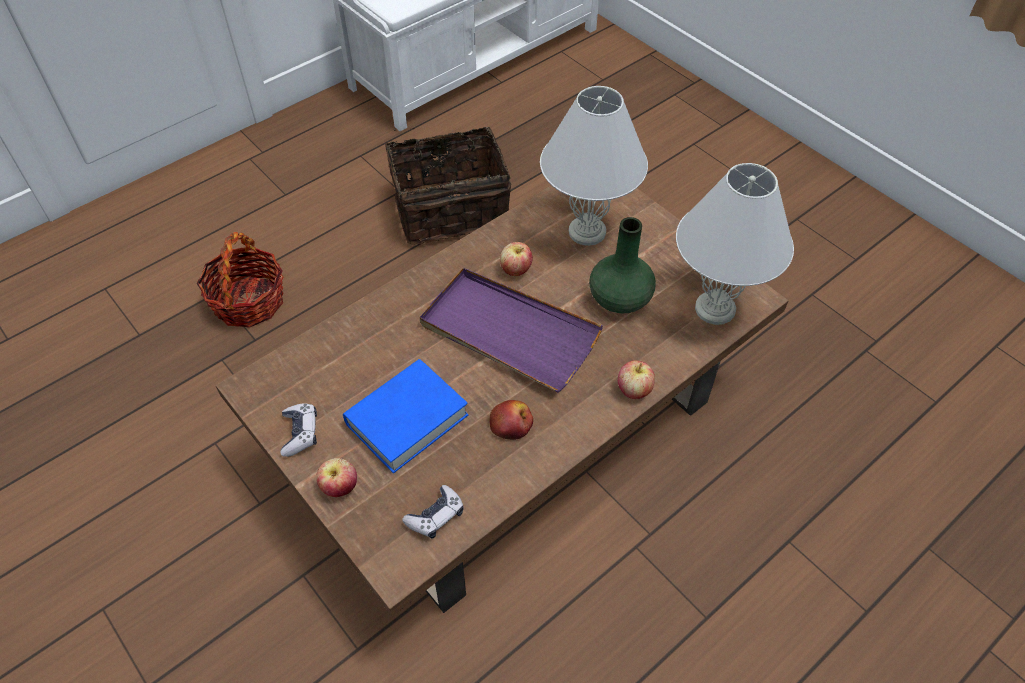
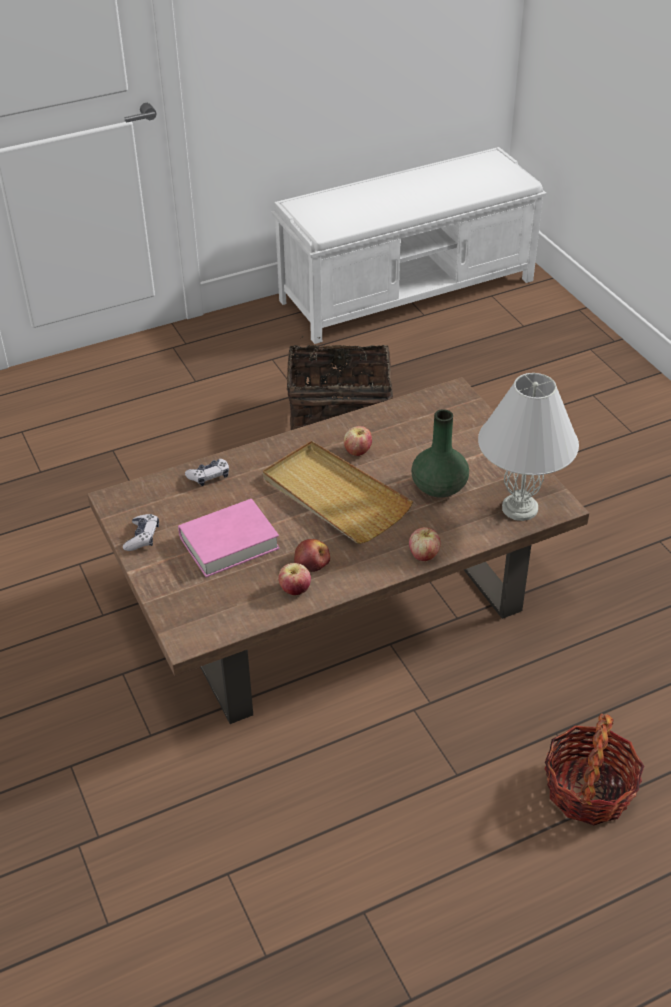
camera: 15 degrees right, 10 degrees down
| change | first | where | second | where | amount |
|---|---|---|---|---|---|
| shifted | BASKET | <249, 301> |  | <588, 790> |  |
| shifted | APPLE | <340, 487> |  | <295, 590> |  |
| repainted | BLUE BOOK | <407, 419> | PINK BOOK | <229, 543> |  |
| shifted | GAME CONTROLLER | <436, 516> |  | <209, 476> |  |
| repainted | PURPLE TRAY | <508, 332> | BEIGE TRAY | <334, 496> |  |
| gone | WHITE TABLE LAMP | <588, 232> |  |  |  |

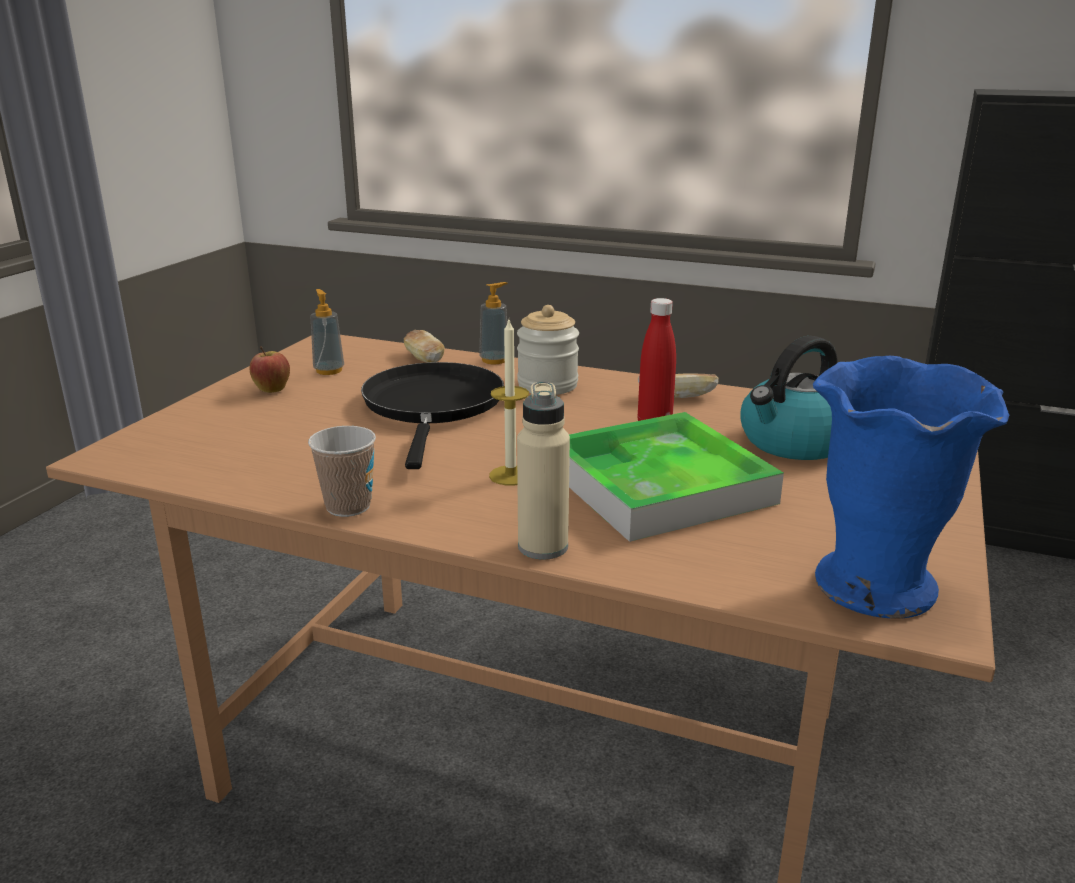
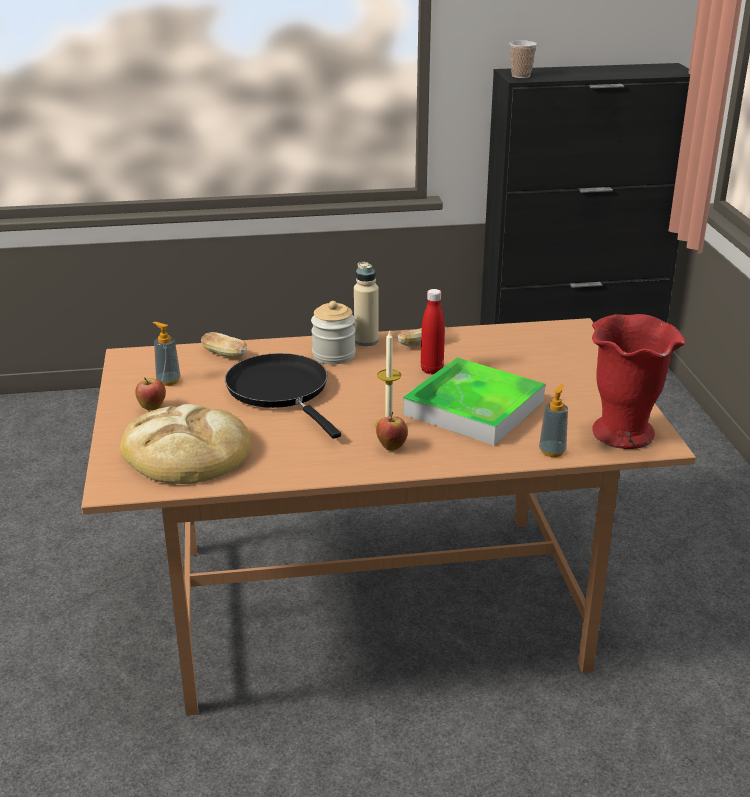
camera: 30 degrees left, 5 degrees up
| change | first | where | second | where | amount |
|---|---|---|---|---|---|
| shifted | CUP | <348, 506> |  | <521, 76> |  |
| shifted | SOAP DISPENSER | <494, 360> |  | <552, 451> |  |
| shifted | BEIGE BOTTLE | <543, 547> |  | <366, 341> |  |
| gone | KETTLE | <794, 442> |  |  |  |
| repainted | BLUE VASE | <876, 586> | RED VASE | <623, 434> |  |
| new |  |  | BREAD | <186, 452> |  |
| new |  |  | APPLE | <391, 447> |  |

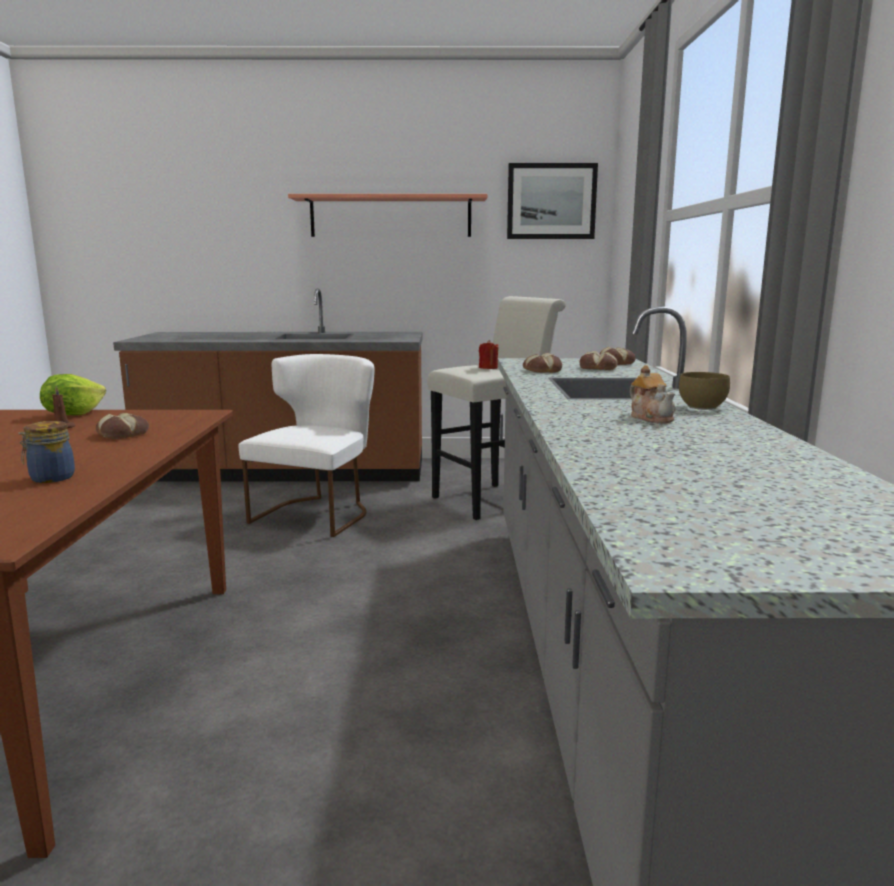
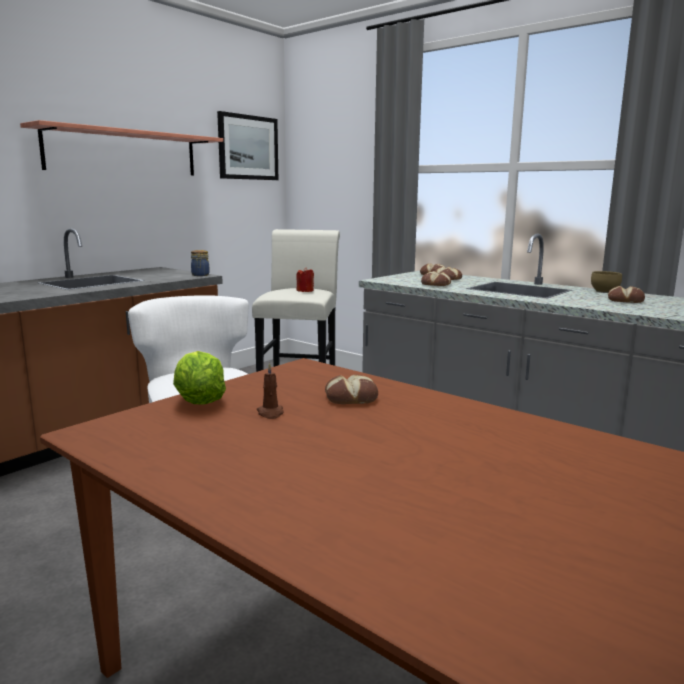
camera: 50 degrees left, 0 degrees up
| change | first | where | second | where | amount |
|---|---|---|---|---|---|
| shifted | JAR | <50, 478> |  | <200, 275> |  |
| swapped | TEAPOT | <651, 418> | BREAD | <625, 300> |  |

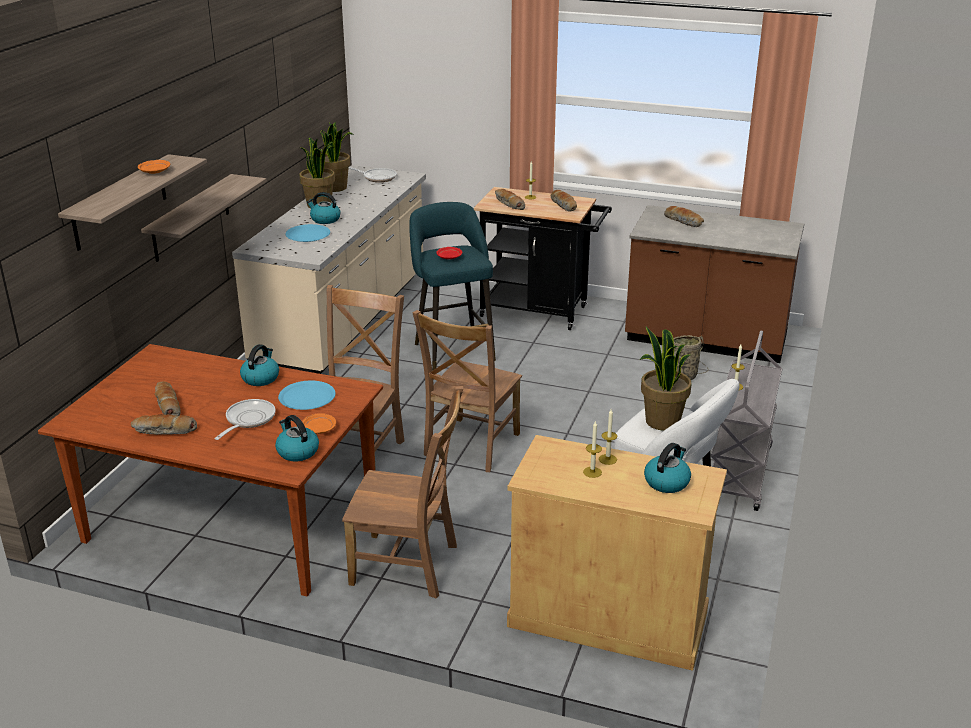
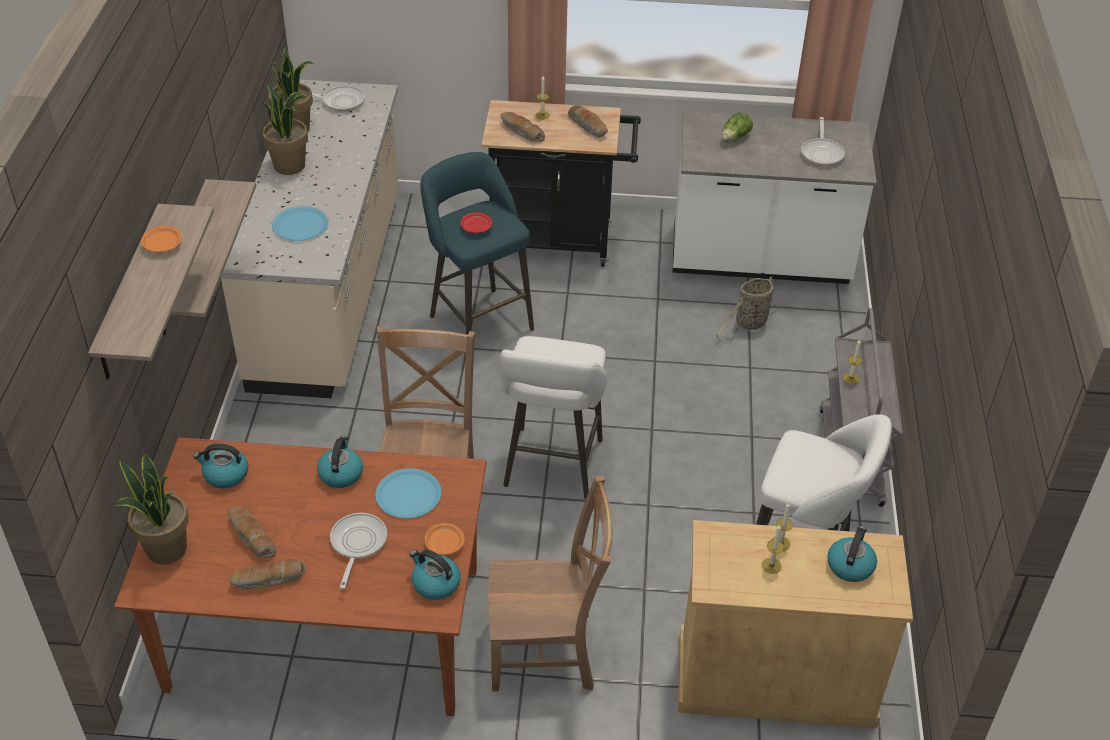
camera: 15 degrees left, 15 degrees up
| change | first | where | second | where | amount |
|---|---|---|---|---|---|
| shifted | KETTLE | <325, 219> |  | <225, 475> |  |
| swapped | BROWN CHAIR | <470, 446> | WHITE STOOL | <552, 467> |  |
| repainted | BROWN COUNTER | <705, 340> | WHITE COUNTER | <759, 260> |  |
| shifted | POTTED PLANT | <661, 421> |  | <165, 549> |  |
| swapped | BREAD | <684, 221> | LETTUCE | <735, 137> |  |
| new |  |  | FRYING PAN | <822, 153> |  |

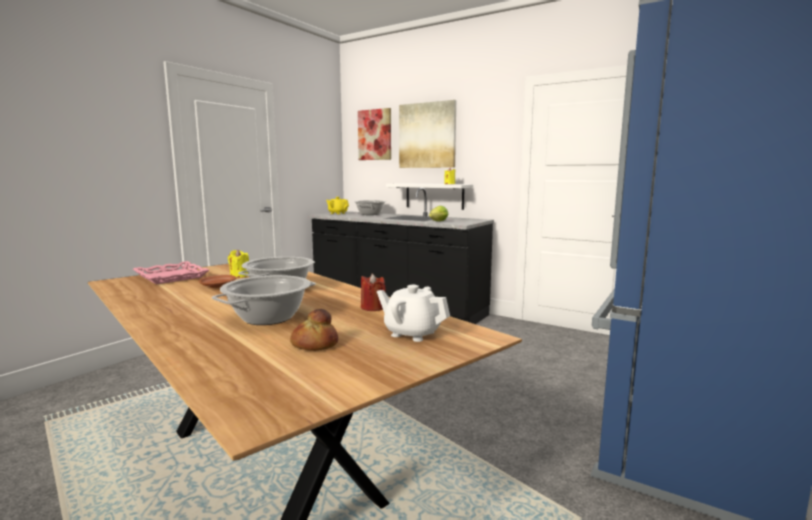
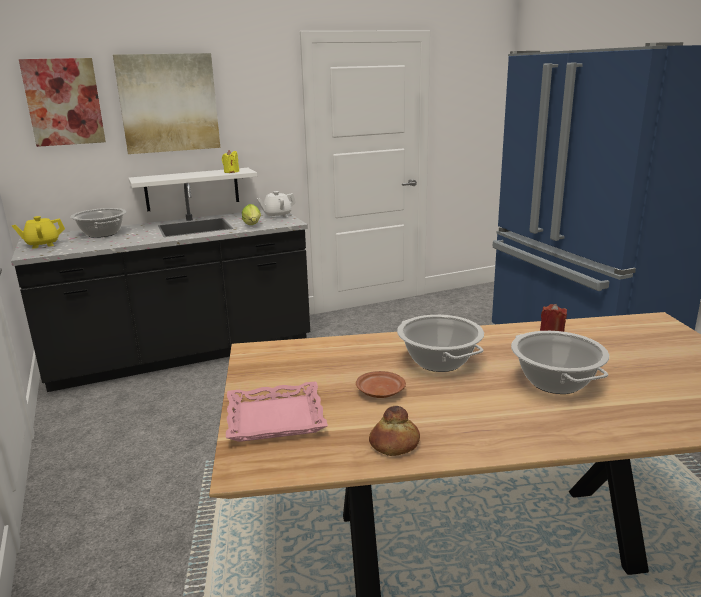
camera: 55 degrees left, 10 degrees up
| change | first | where | second | where | amount |
|---|---|---|---|---|---|
| gone | YELLOW CANDLE | <240, 275> |  |  |  |
| shifted | BREAD | <314, 344> |  | <394, 444> |  |
| shifted | WHITE TEAPOT | <412, 333> |  | <277, 216> |  |

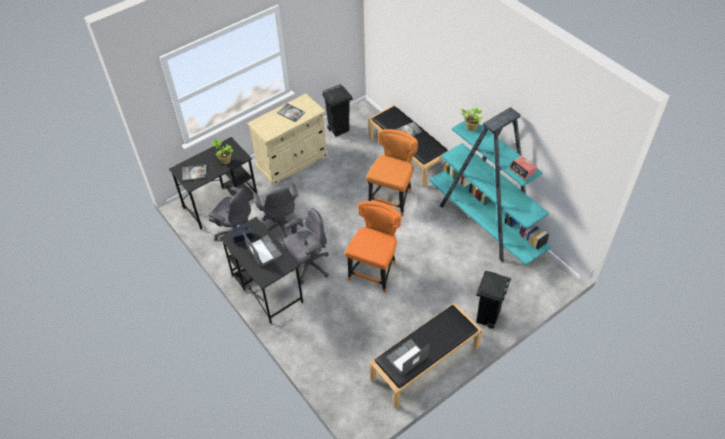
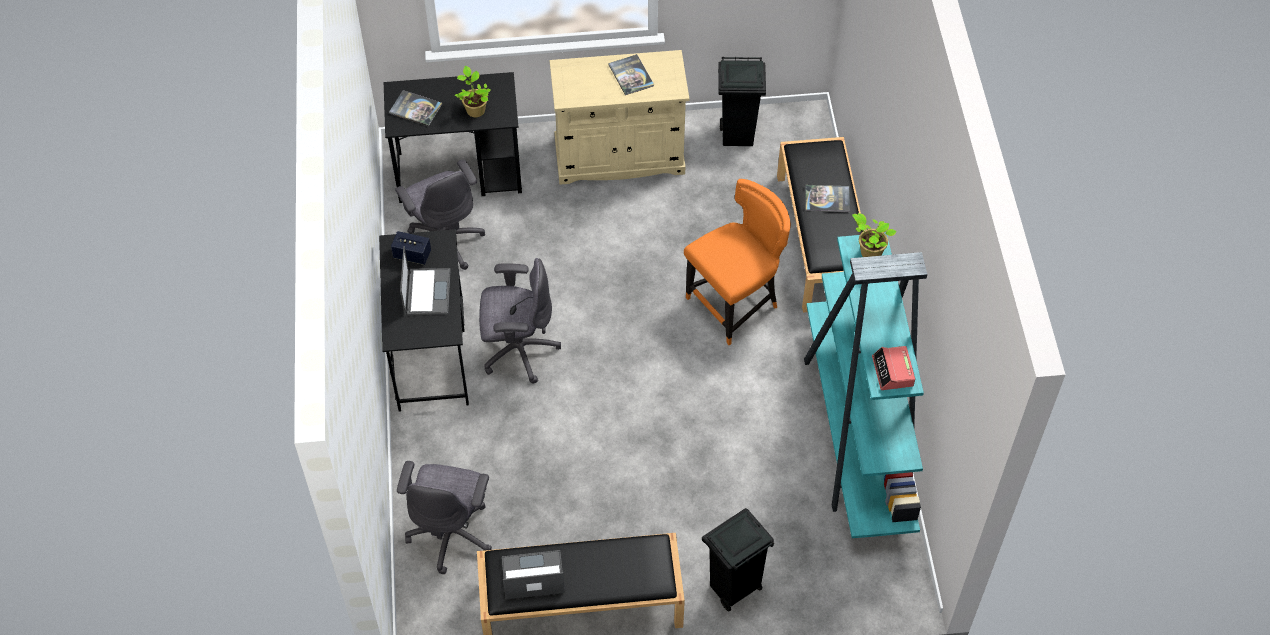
camera: 30 degrees right, 5 degrees up
| change | first | where | second | where | amount |
|---|---|---|---|---|---|
| shifted | GREY OFFICE CHAIR | <281, 227> |  | <451, 533> |  |
| gone | ORANGE CHAIR | <374, 271> |  |  |  |

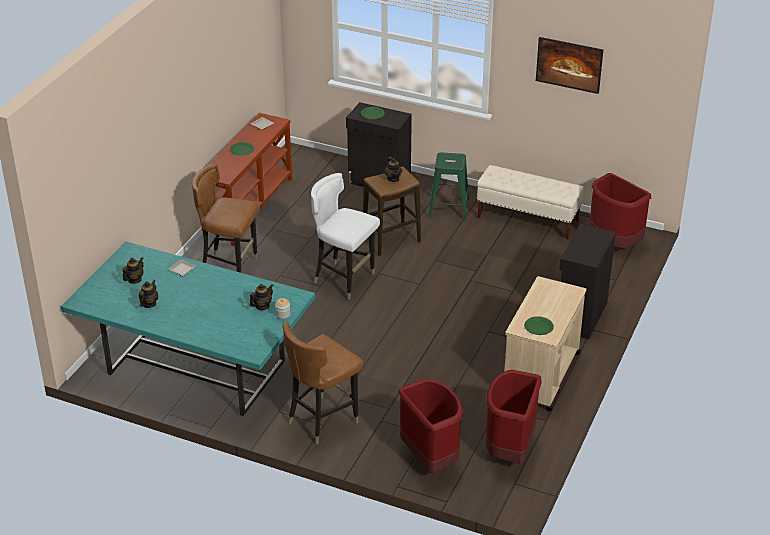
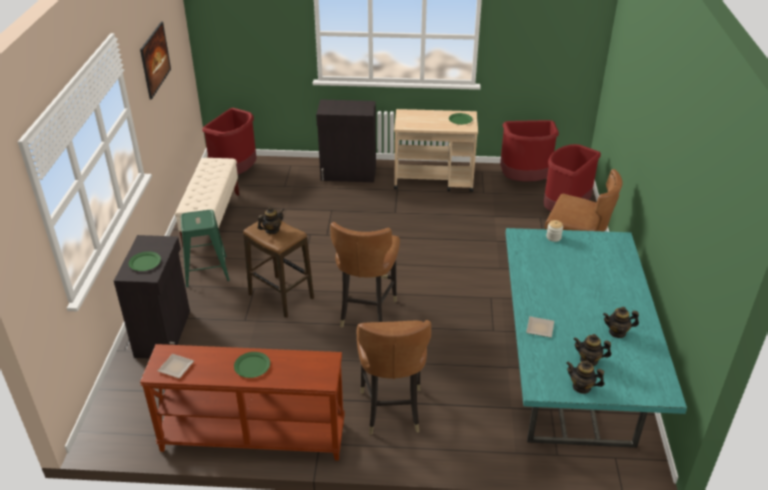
camera: 110 degrees left, 0 degrees up
| change | first | where | second | where | amount |
|---|---|---|---|---|---|
| shifted | TEAPOT | <262, 306> |  | <581, 387> |  |
| repainted | WHITE CHAIR | <344, 280> | BROWN CHAIR | <366, 312> |  |

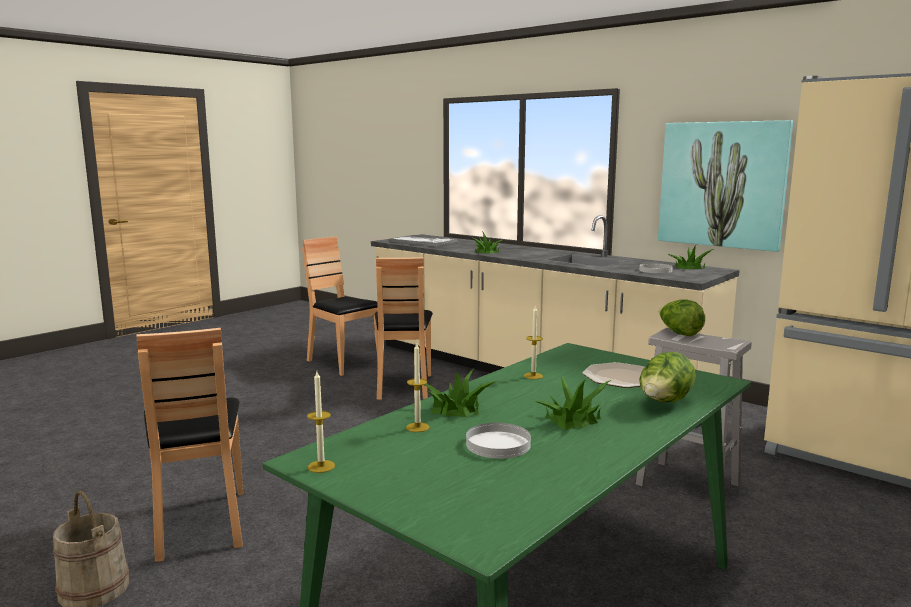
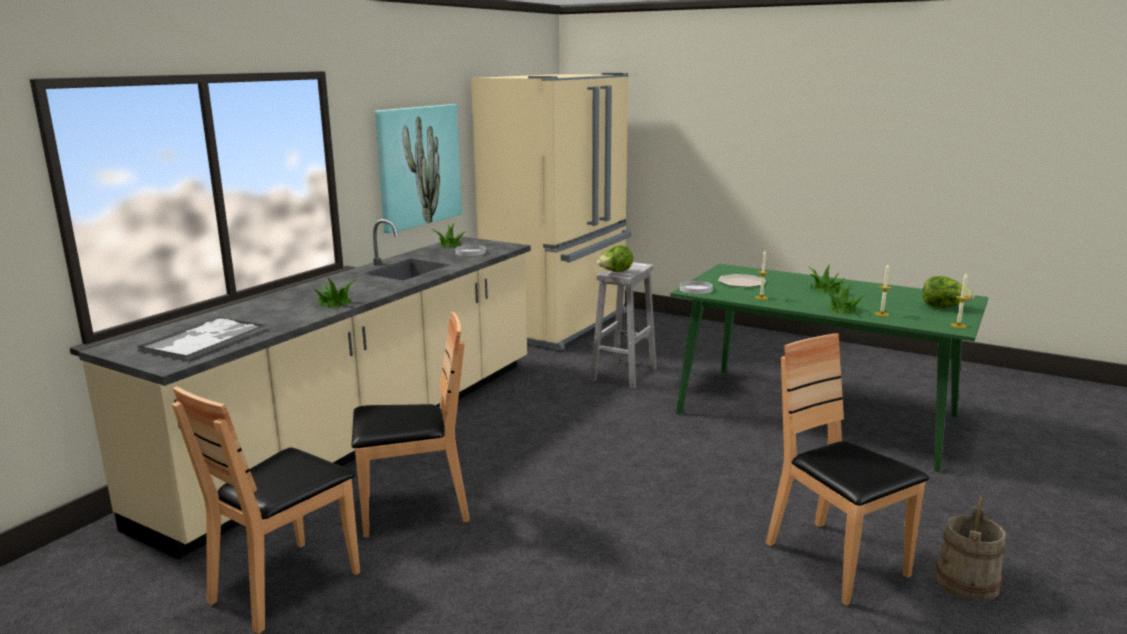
camera: 100 degrees left, 5 degrees up
| change | first | where | second | where | amount |
|---|---|---|---|---|---|
| rotated | BROWN CHAIR | <200, 523> |  | <835, 561> | 90 degrees counterclockwise |
| shifted | WHITE PLATE | <498, 444> |  | <695, 289> |  |
| shifted | LETTUCE | <664, 403> |  | <943, 307> |  |

